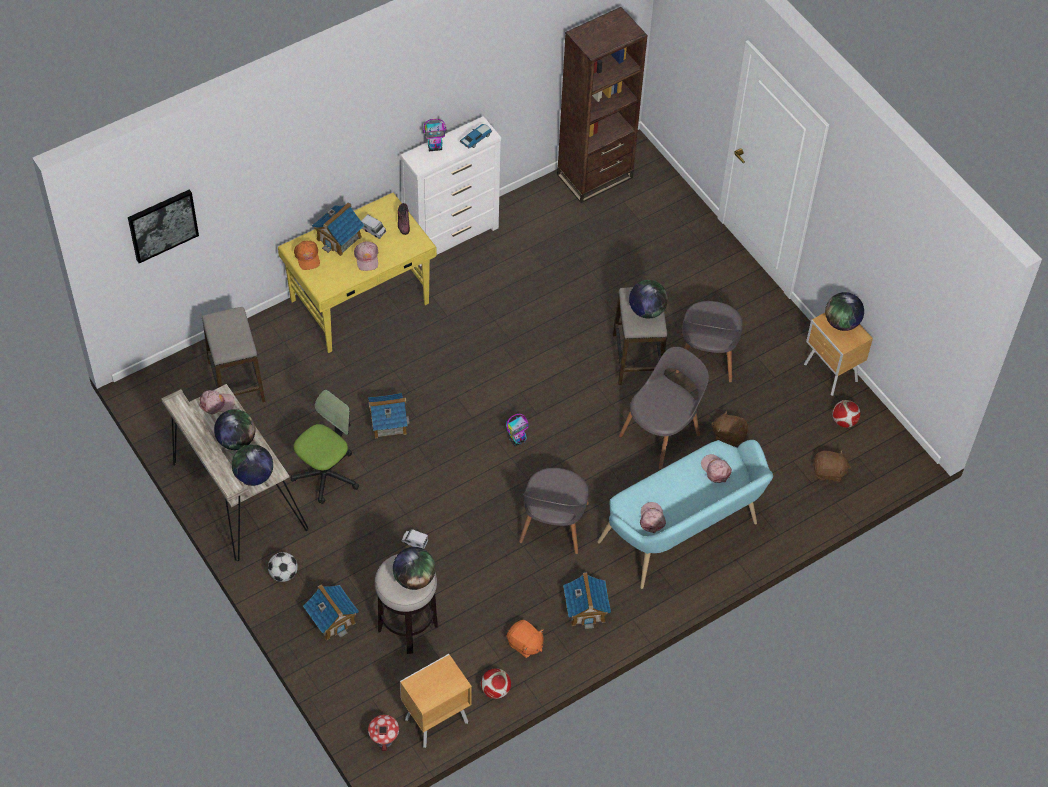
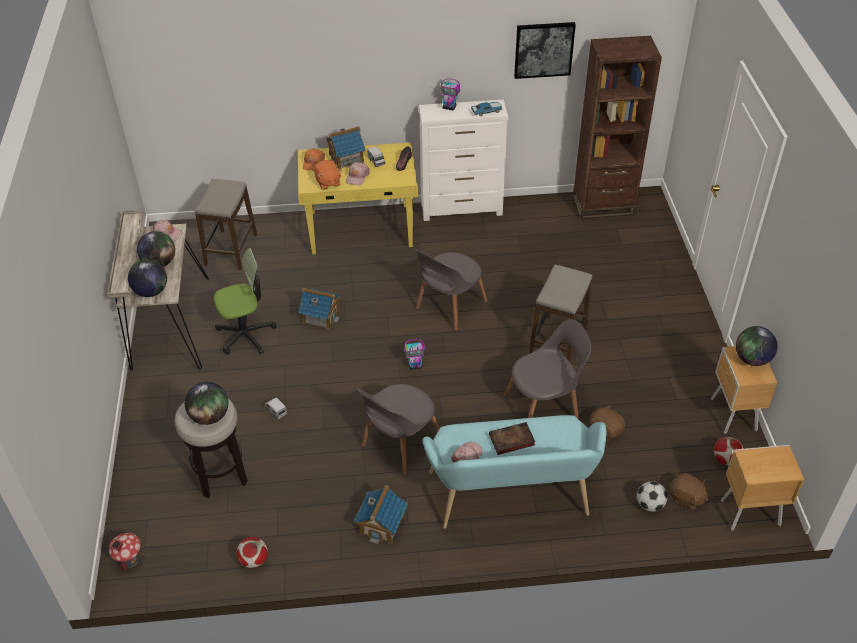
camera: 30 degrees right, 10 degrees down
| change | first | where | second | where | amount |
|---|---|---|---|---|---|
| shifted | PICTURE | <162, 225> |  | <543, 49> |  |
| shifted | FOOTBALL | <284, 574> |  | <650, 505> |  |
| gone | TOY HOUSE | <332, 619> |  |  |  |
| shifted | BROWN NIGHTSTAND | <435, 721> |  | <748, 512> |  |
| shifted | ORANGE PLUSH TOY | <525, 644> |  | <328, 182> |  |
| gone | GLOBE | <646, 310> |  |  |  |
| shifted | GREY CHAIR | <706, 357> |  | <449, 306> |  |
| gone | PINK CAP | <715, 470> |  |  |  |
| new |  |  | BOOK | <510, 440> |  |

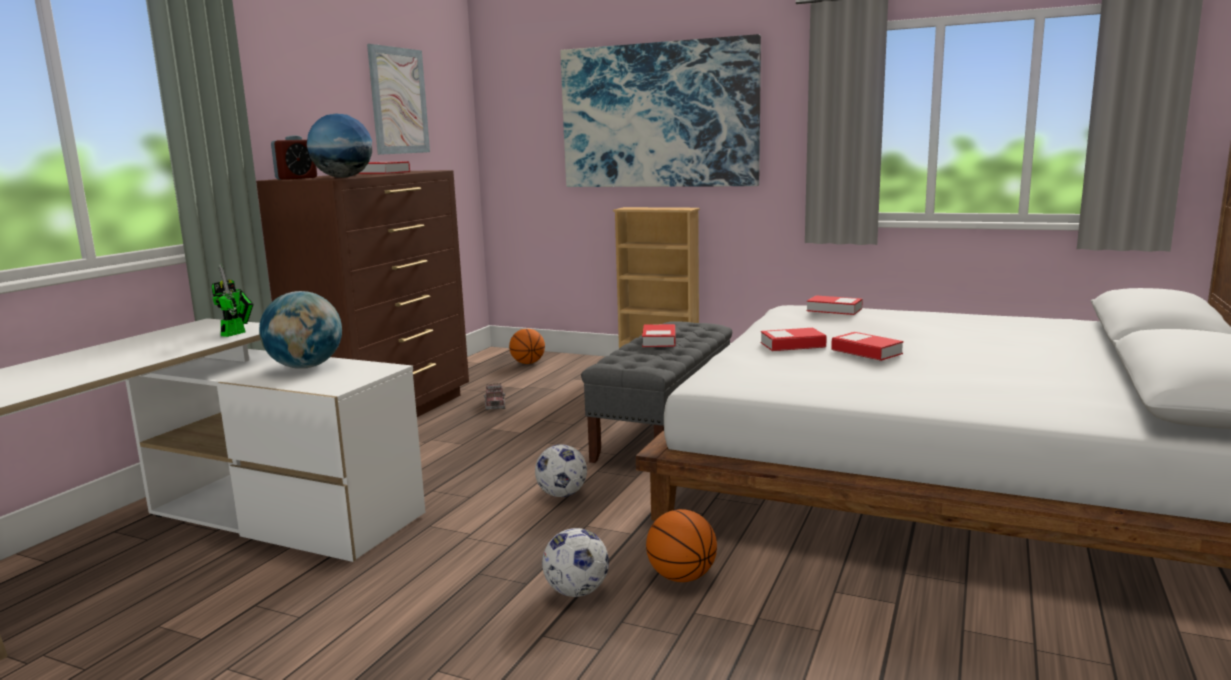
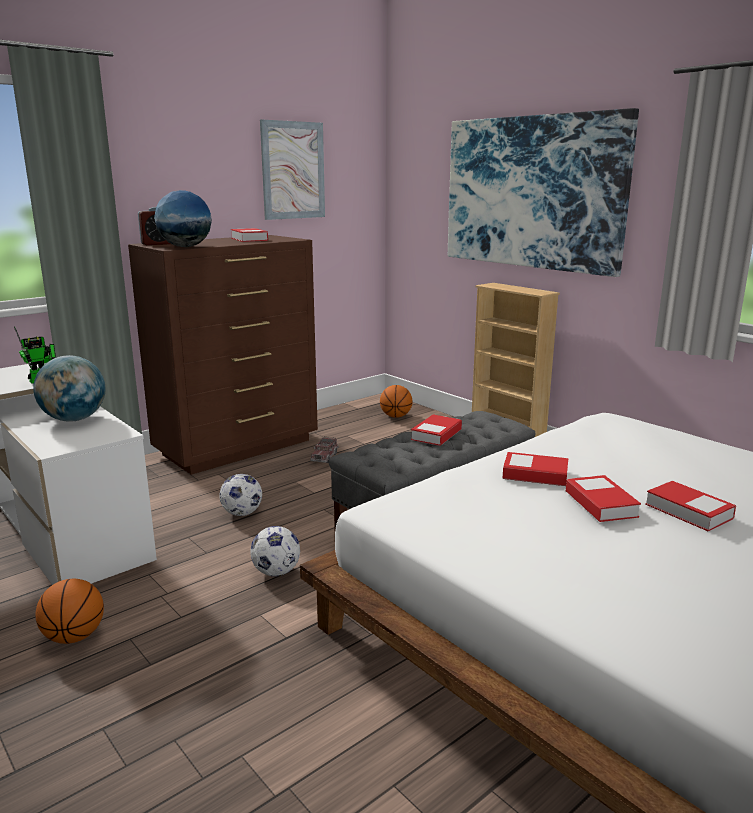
camera: 25 degrees right, 5 degrees up
| change | first | where | second | where | amount |
|---|---|---|---|---|---|
| shifted | FOOTBALL | <576, 592> |  | <242, 513> |  |
| shifted | BASKETBALL | <681, 577> |  | <74, 637> |  |
| shifted | BOOK | <834, 310> |  | <688, 511> |  |

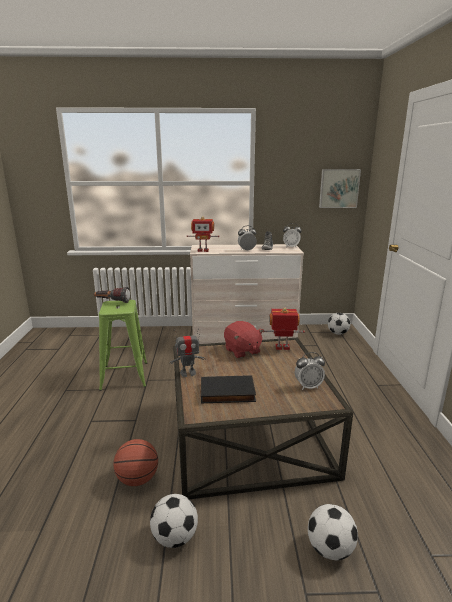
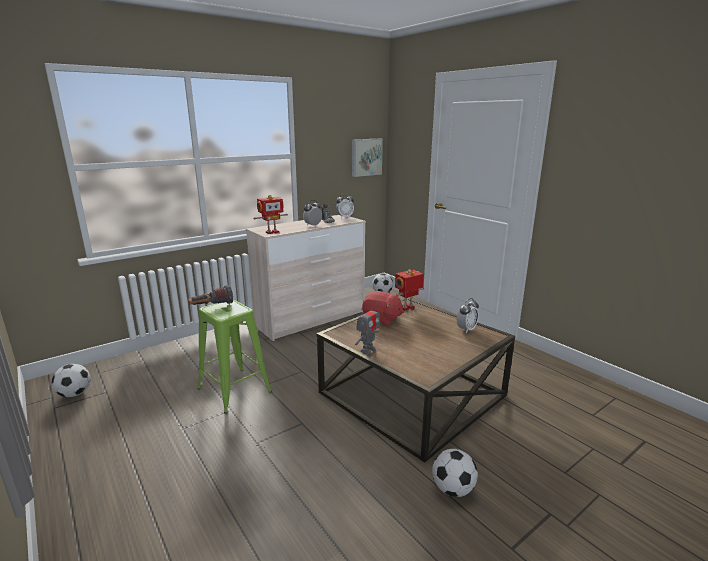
camera: 35 degrees left, 0 degrees up
| change | first | where | second | where | amount |
|---|---|---|---|---|---|
| gone | BASKETBALL | <137, 479> |  |  |  |
| gone | BLACK BOOK | <227, 393> |  |  |  |
| shifted | FOOTBALL | <330, 549> |  | <75, 394> |  |

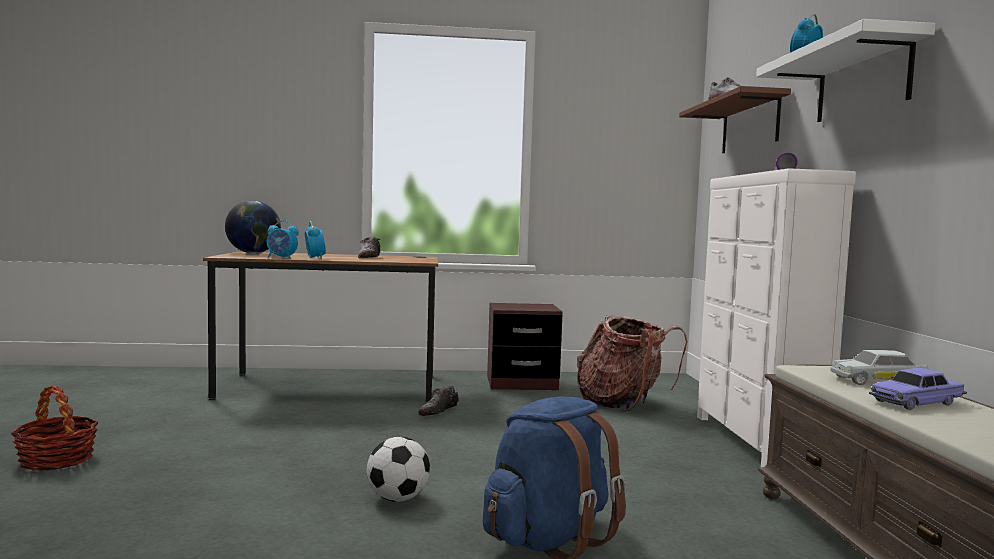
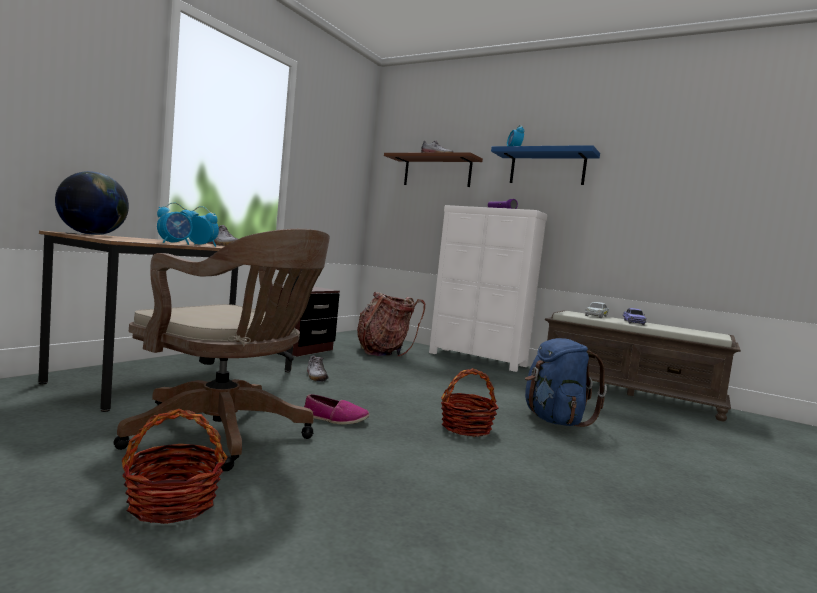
camera: 55 degrees left, 0 degrees up
| change | first | where | second | where | amount |
|---|---|---|---|---|---|
| swapped | FOOTBALL | <397, 499> | BASKET | <466, 428> |  |
| repainted | WHITE SHELF | <862, 81> | BLUE SHELF | <547, 168> |  |
| new |  |  | BROWN OFFICE CHAIR | <226, 435> |  |
| new |  |  | SHOE | <335, 419> |  |

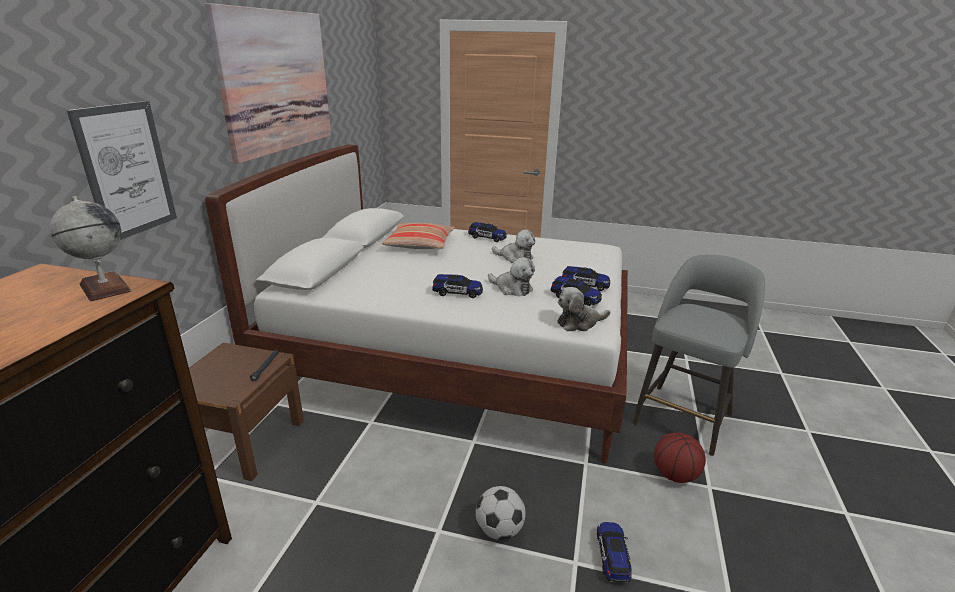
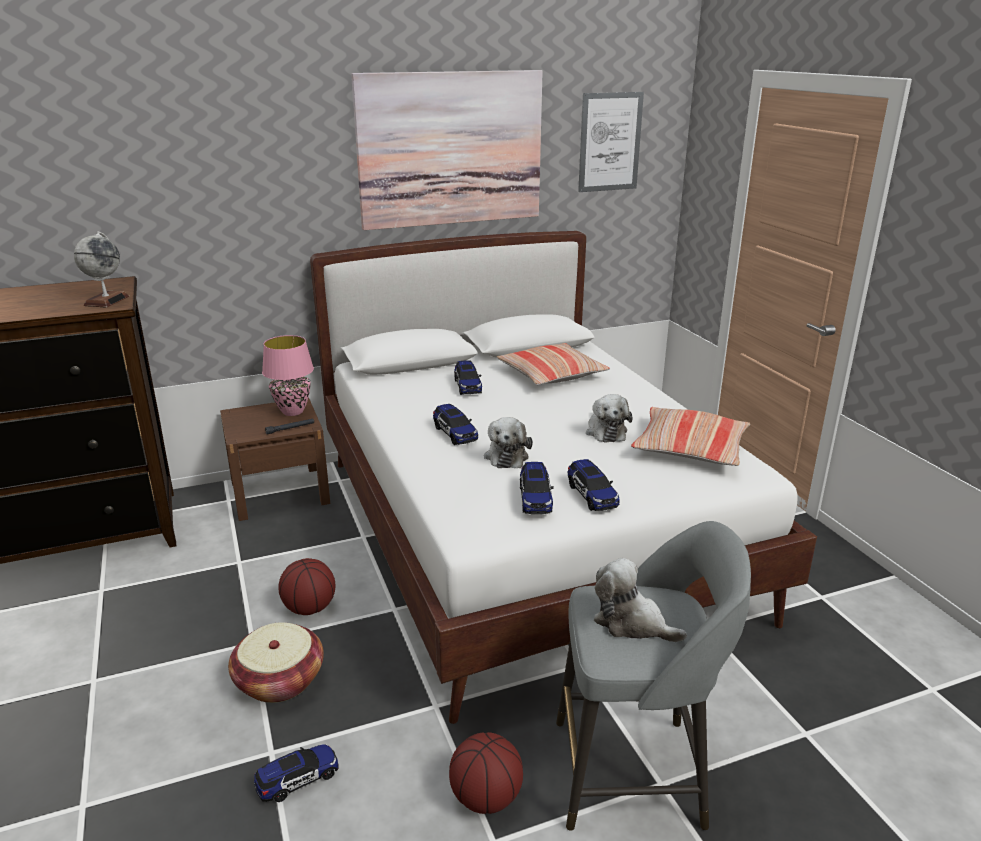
camera: 55 degrees right, 0 degrees up
| change | first | where | second | where | amount |
|---|---|---|---|---|---|
| shifted | PICTURE | <127, 170> |  | <610, 142> |  |
| shifted | TOY CAR | <487, 238> |  | <467, 386> |  |
| swapped | FOOTBALL | <499, 530> | BASKET | <280, 680> |  |
| shifted | PLUSH TOY | <579, 323> |  | <632, 623> |  |
| new |  |  | PINK TABLE LAMP | <293, 411> |  |
| new |  |  | BASKETBALL | <309, 608> |  |
| new |  |  | PILLOW | <690, 448> |  |

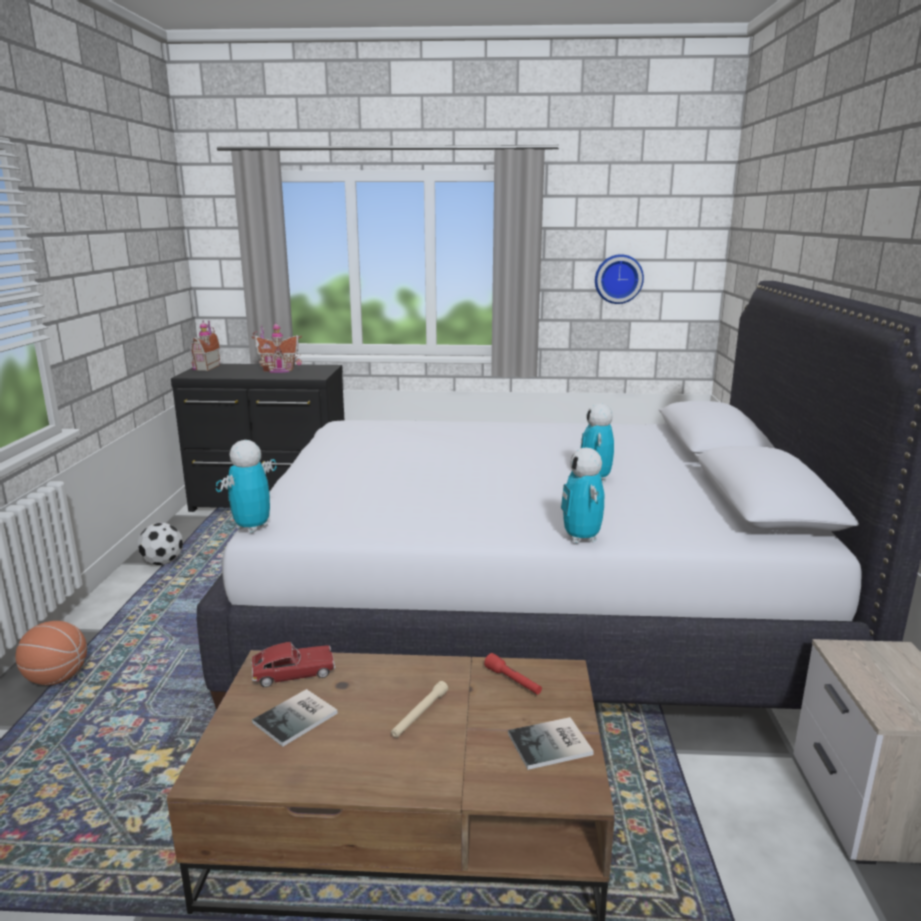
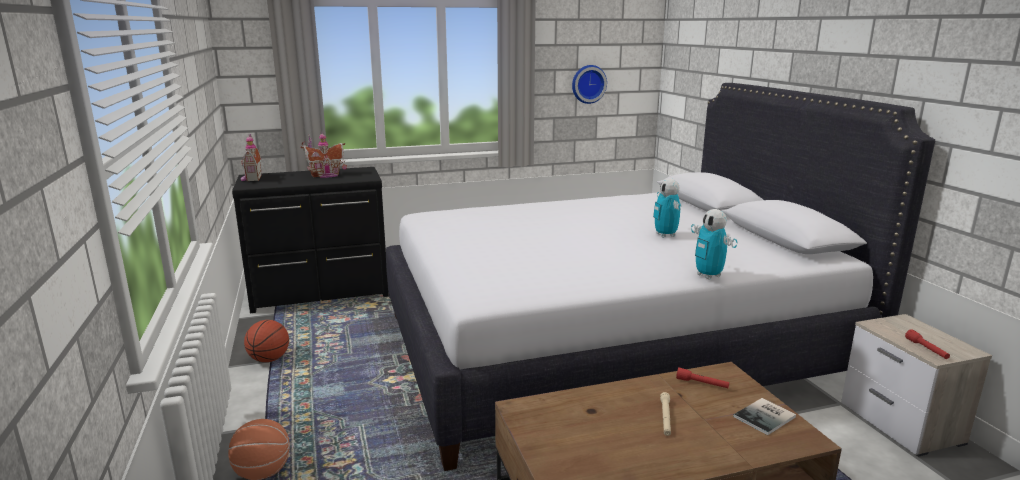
camera: 20 degrees left, 0 degrees up
| change | first | where | second | where | amount |
|---|---|---|---|---|---|
| swapped | FOOTBALL | <163, 562> | BASKETBALL | <269, 359> |  |
| gone | TOY ROBOT | <252, 528> |  |  |  |
| gone | TOY CAR | <294, 673> |  |  |  |
| gone | BOOK | <298, 718> |  |  |  |
| new |  |  | RED FLASHLIGHT | <926, 350> |  |

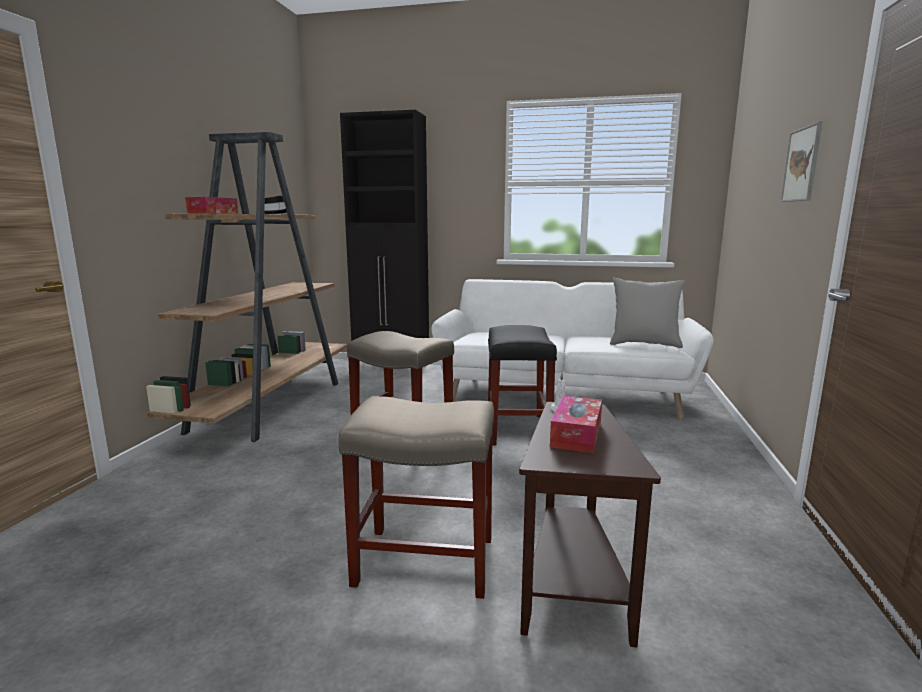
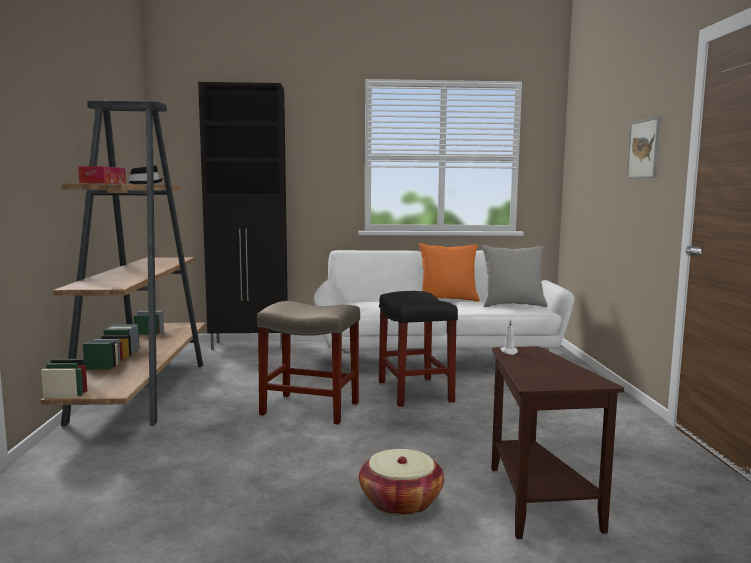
camera: 15 degrees left, 5 degrees down
| change | first | where | second | where | amount |
|---|---|---|---|---|---|
| swapped | BEIGE STOOL | <422, 561> | BASKET | <400, 501> |  |
| gone | TISSUE BOX | <576, 434> |  |  |  |
| new |  |  | ORANGE PILLOW | <448, 300> |  |

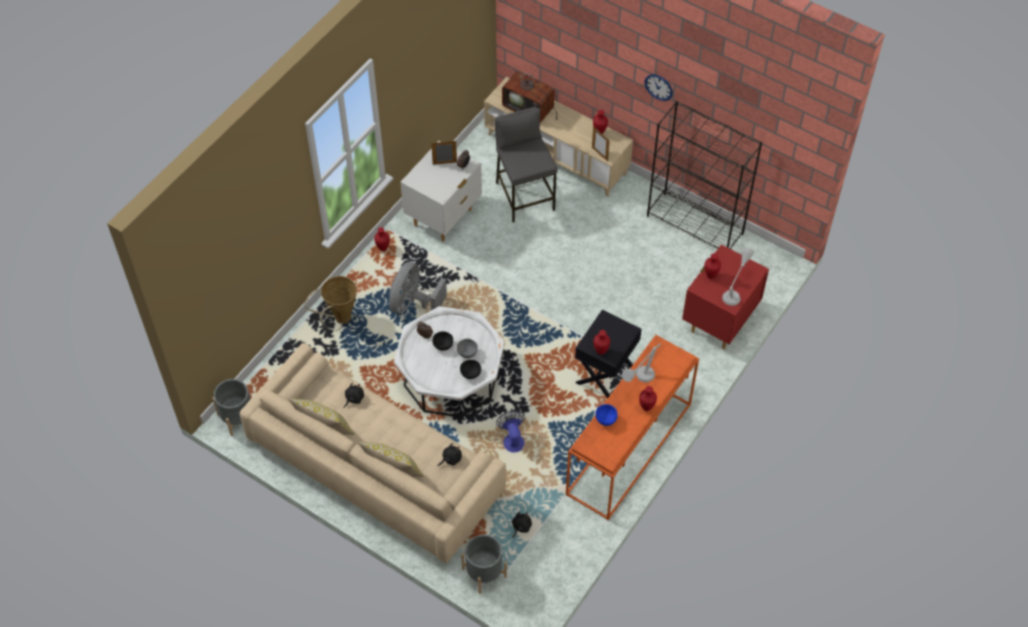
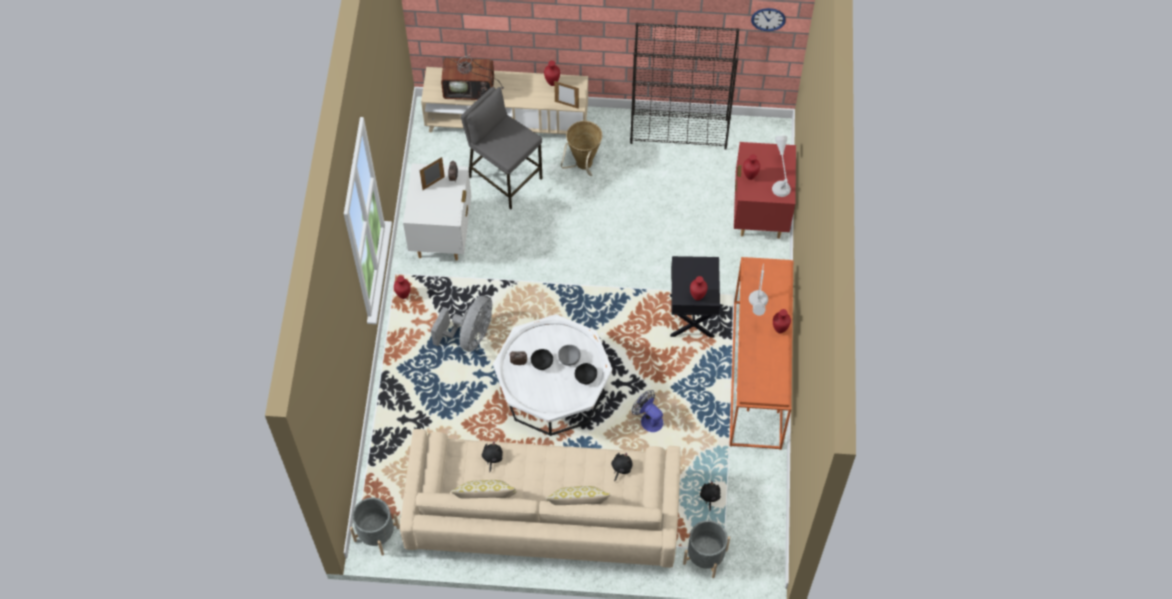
camera: 30 degrees left, 5 degrees up
| change | first | where | second | where | amount |
|---|---|---|---|---|---|
| shifted | BASKET | <339, 320> |  | <582, 166> |  |
| rotated | GREY FAN | <413, 304> |  | <469, 336> | 150 degrees counterclockwise |
| gone | BLUE BOWL | <605, 420> |  |  |  |
| shifted | WALL CLOCK | <658, 87> |  | <768, 19> |  |

